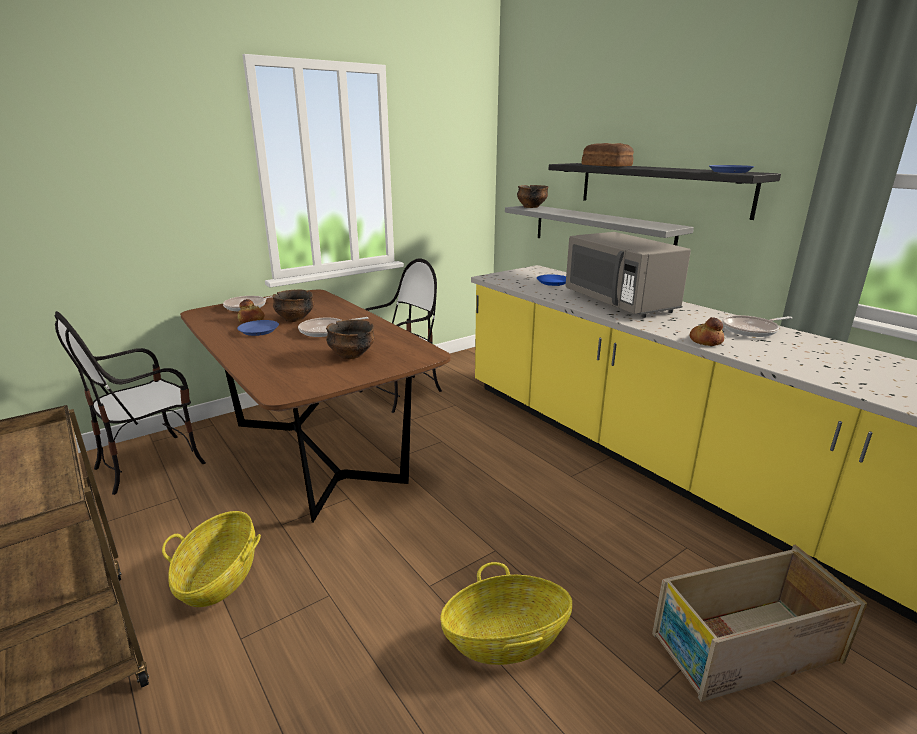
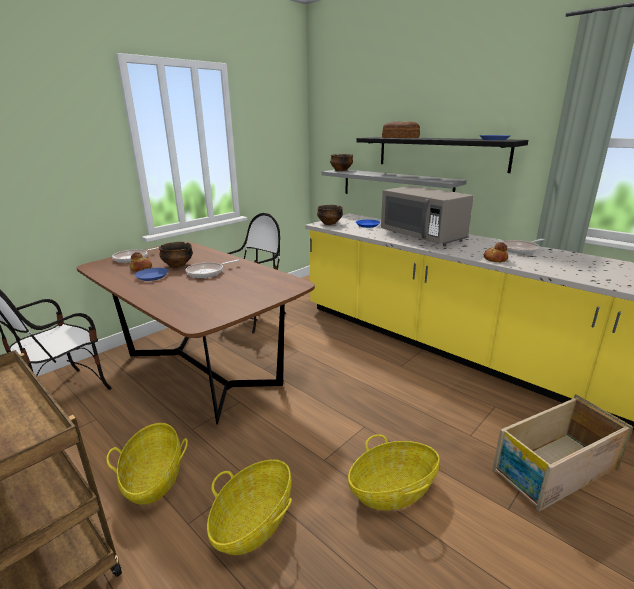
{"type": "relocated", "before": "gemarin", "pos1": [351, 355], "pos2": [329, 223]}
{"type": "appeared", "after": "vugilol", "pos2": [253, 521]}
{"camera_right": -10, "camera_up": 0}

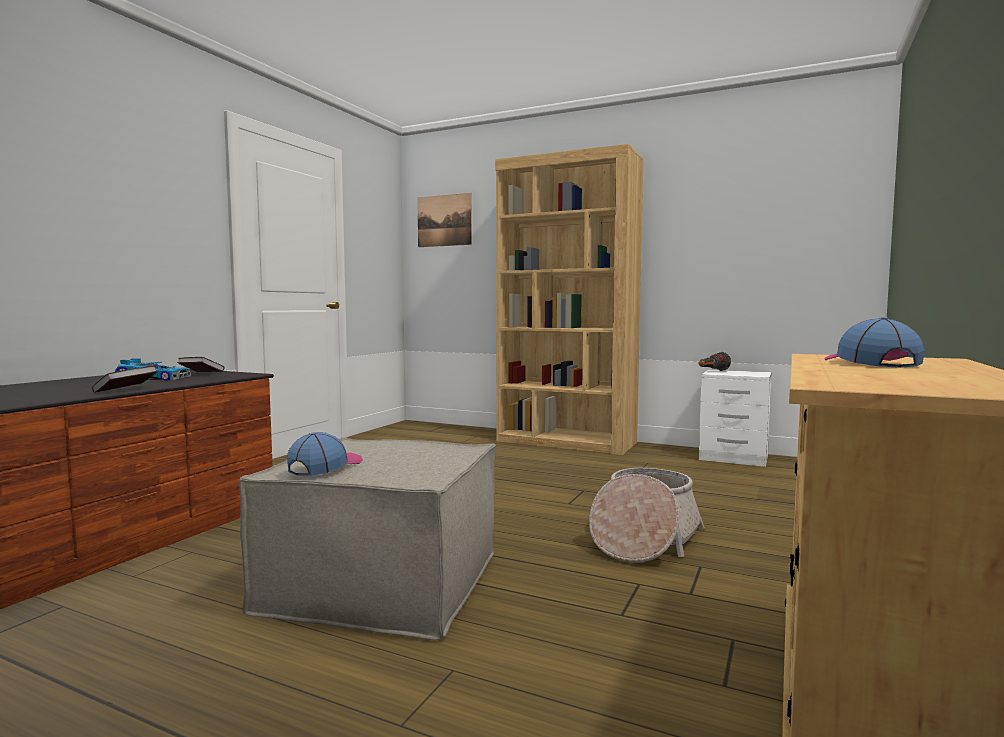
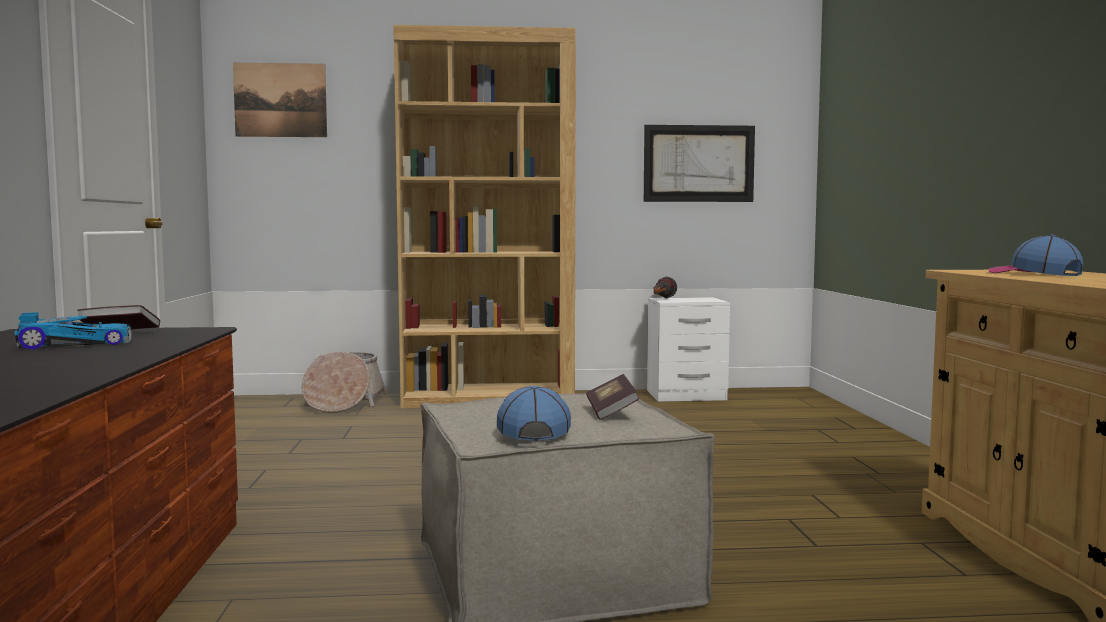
{"type": "relocated", "before": "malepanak", "pos1": [126, 390], "pos2": [611, 412]}
{"type": "relocated", "before": "vugilol", "pos1": [644, 539], "pos2": [343, 403]}
{"type": "appeared", "after": "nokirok", "pos2": [699, 163]}
{"camera_right": -30, "camera_up": 0}

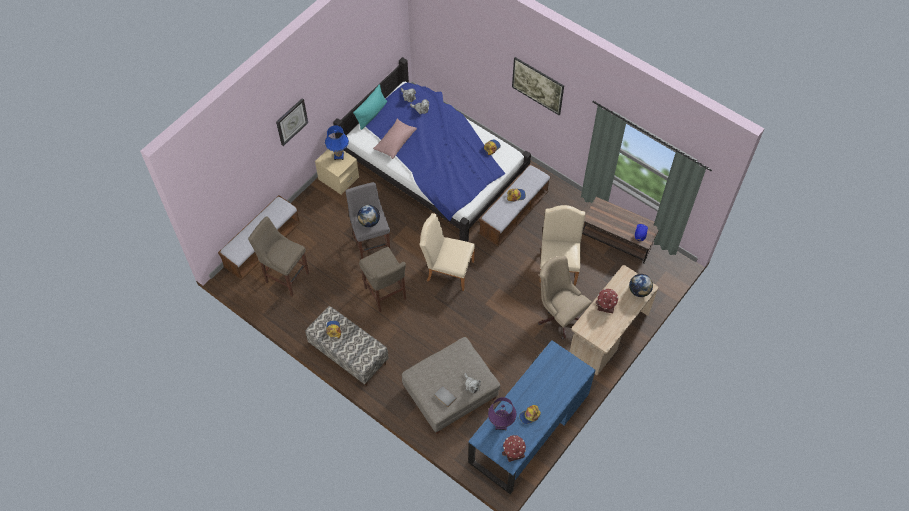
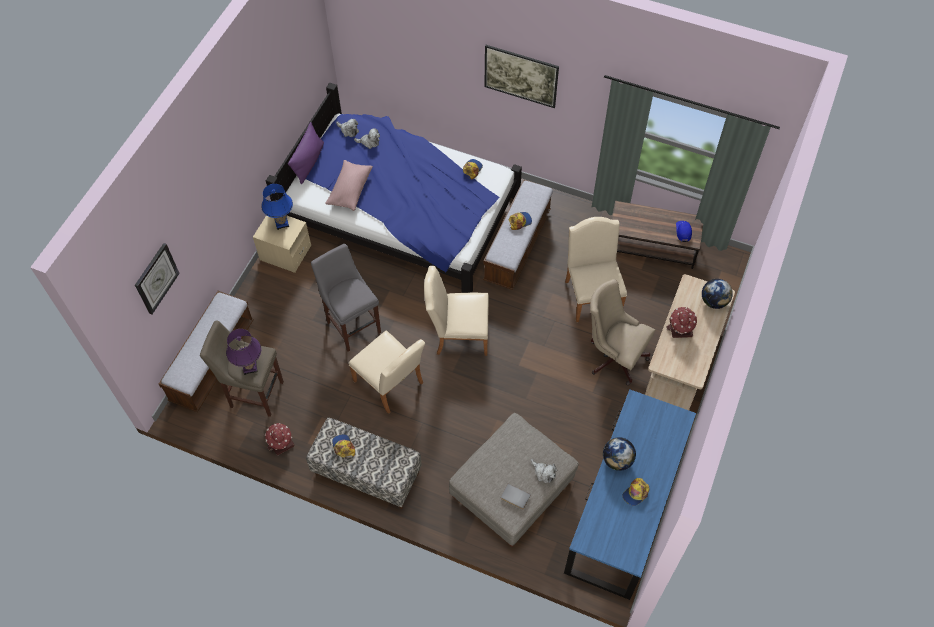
{"type": "colour", "before": "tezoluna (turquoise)", "after": "tezoluna (purple)", "pos1": [371, 114], "pos2": [309, 162]}
{"type": "relocated", "before": "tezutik", "pos1": [291, 121], "pos2": [156, 278]}
{"type": "relocated", "before": "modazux", "pos1": [369, 222], "pos2": [617, 460]}
{"type": "exchanged", "before": "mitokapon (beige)", "after": "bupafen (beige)", "pos1": [386, 295], "pos2": [391, 385]}
{"type": "relocated", "before": "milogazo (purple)", "pos1": [501, 424], "pos2": [250, 367]}
{"type": "relocated", "before": "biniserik", "pos1": [513, 451], "pos2": [281, 443]}
{"camera_right": -15, "camera_up": 0}

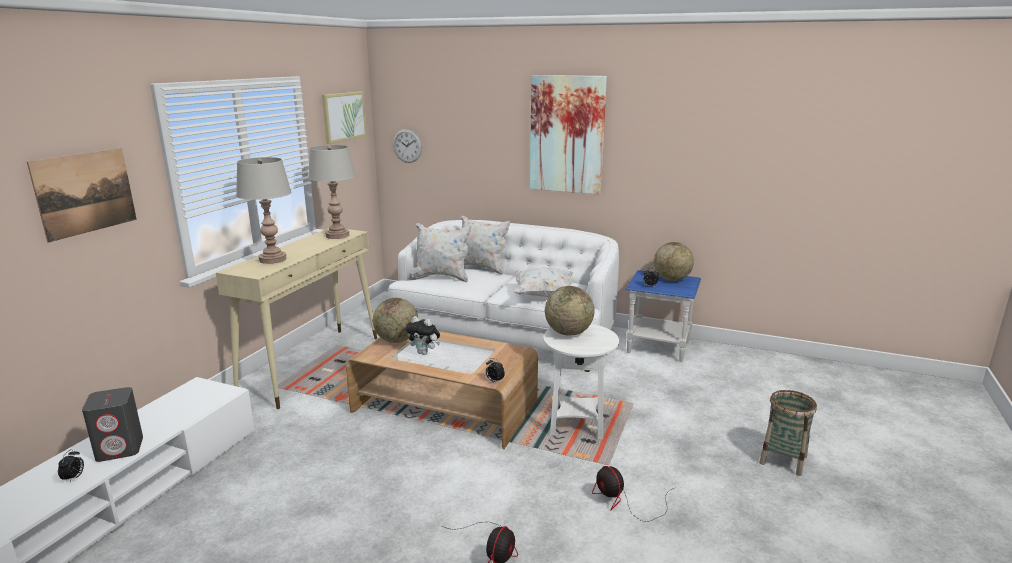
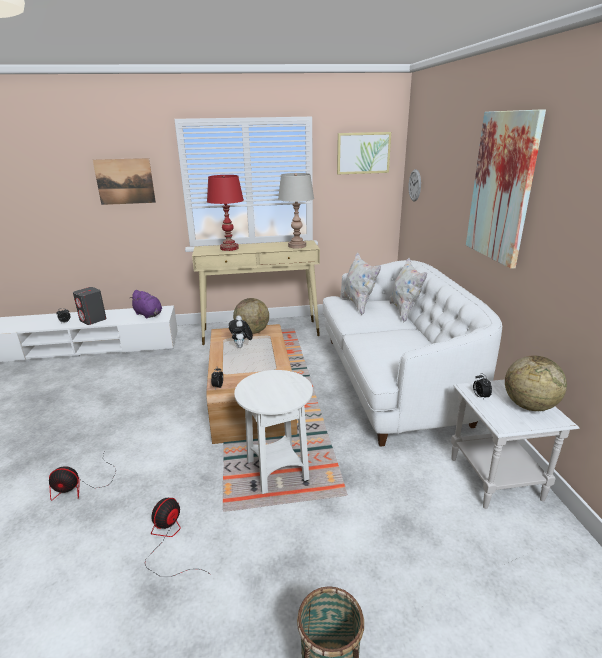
{"type": "colour", "before": "milogazo (grey)", "after": "milogazo (red)", "pos1": [272, 259], "pos2": [229, 248]}
{"type": "missing", "before": "tezoluna (white)", "pos1": [543, 295]}
{"type": "colour", "before": "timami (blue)", "after": "timami (white)", "pos1": [659, 347], "pos2": [496, 479]}
{"type": "missing", "before": "modazux", "pos1": [568, 333]}
{"type": "appeared", "after": "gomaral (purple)", "pos2": [149, 315]}
{"camera_right": 60, "camera_up": 5}

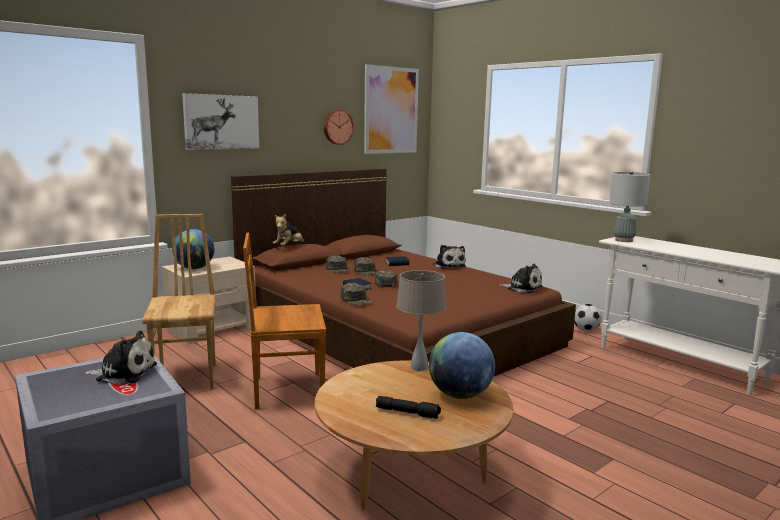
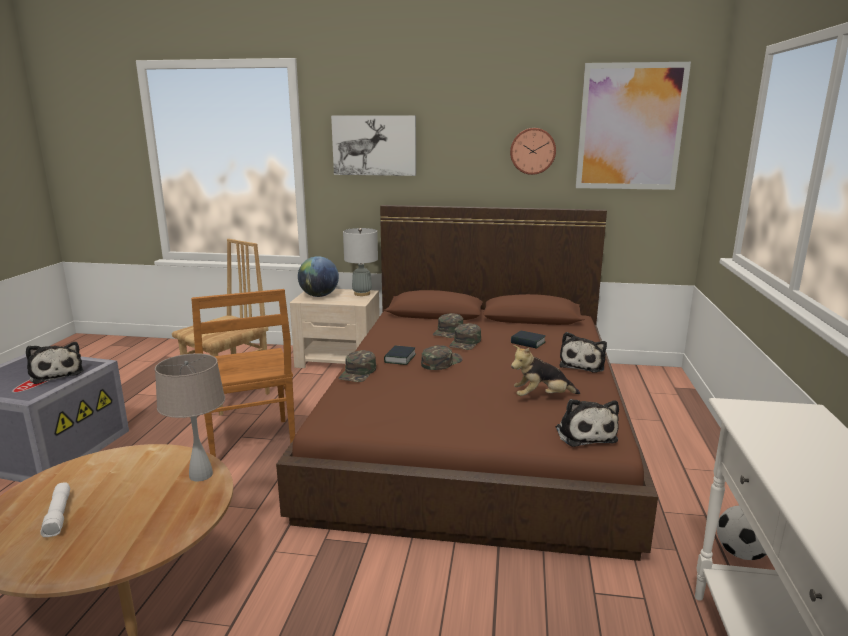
{"type": "relocated", "before": "milogazo (grey)", "pos1": [624, 240], "pos2": [362, 294]}
{"type": "relocated", "before": "gomaral", "pos1": [289, 247], "pos2": [541, 397]}
{"type": "spun", "before": "bupafen (brown)", "pos1": [286, 390], "pos2": [251, 443], "turn": -150}
{"type": "missing", "before": "modazux", "pos1": [460, 395]}
{"type": "colour", "before": "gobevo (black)", "after": "gobevo (white)", "pos1": [408, 413], "pos2": [59, 515]}
{"camera_right": 50, "camera_up": 5}

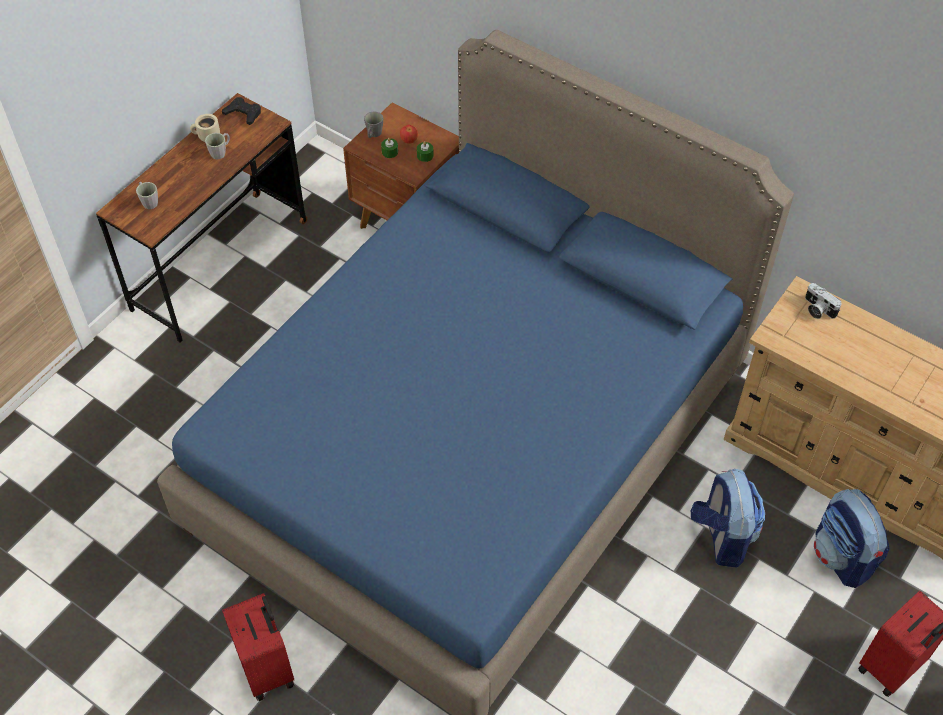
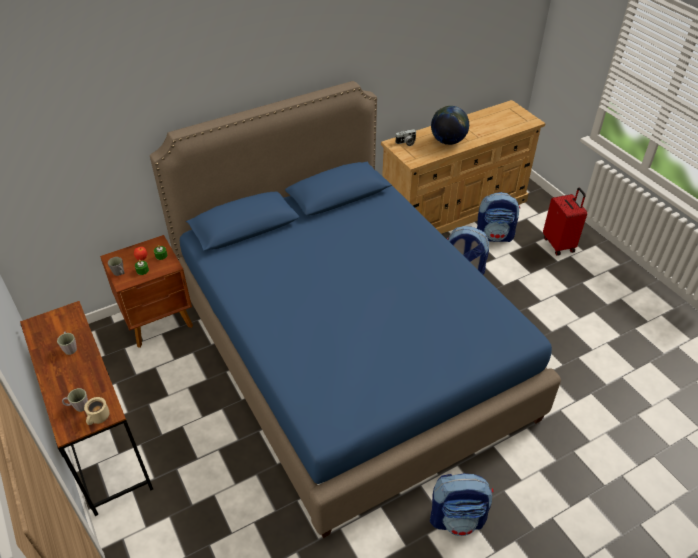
{"type": "missing", "before": "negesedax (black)", "pos1": [243, 113]}
{"type": "relocated", "before": "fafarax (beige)", "pos1": [207, 137], "pos2": [99, 418]}
{"type": "exchanged", "before": "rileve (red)", "after": "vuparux", "pos1": [268, 668], "pos2": [457, 518]}
{"type": "appeared", "after": "modazux", "pos2": [448, 141]}
{"camera_right": -65, "camera_up": -10}

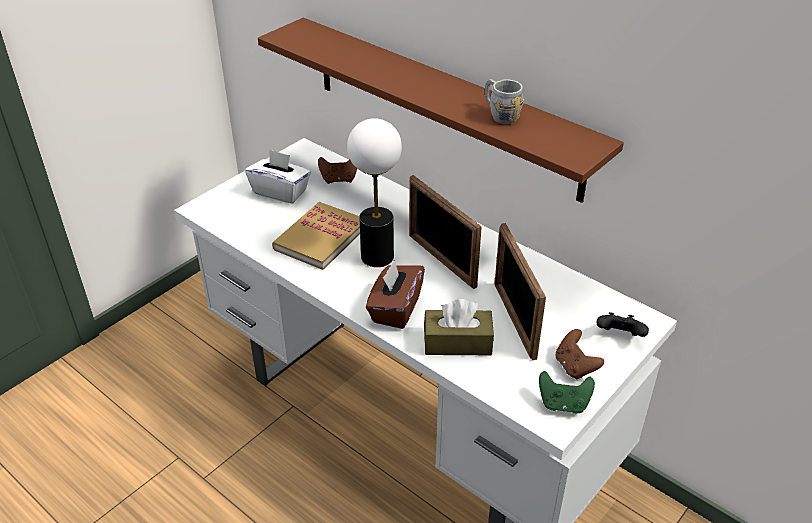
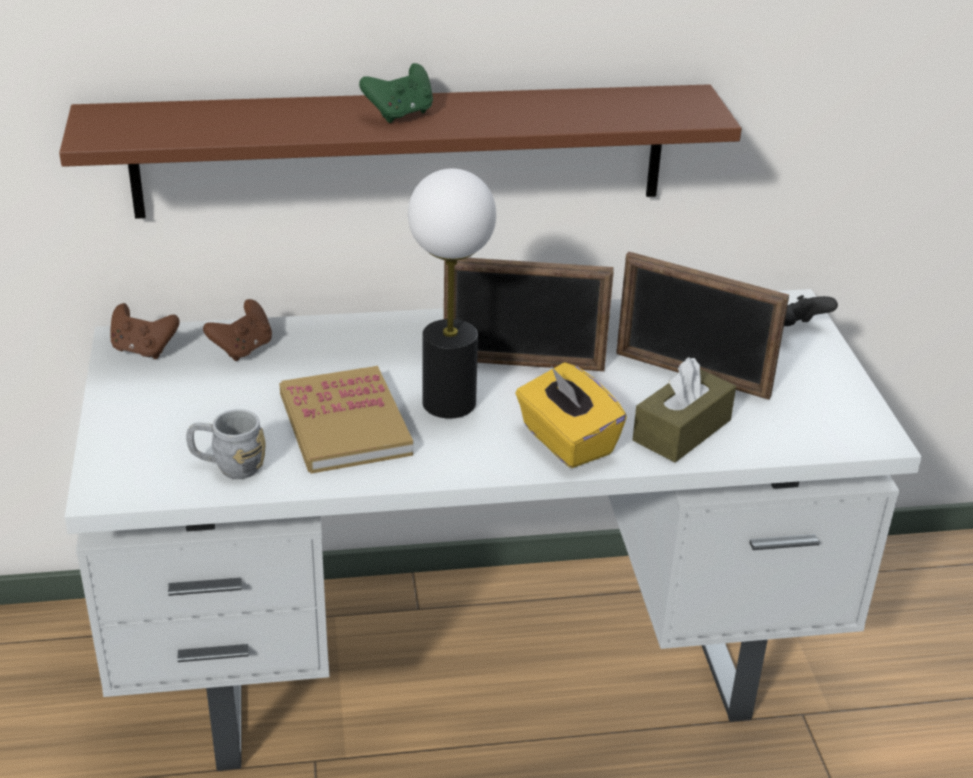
{"type": "relocated", "before": "fafarax (grey)", "pos1": [500, 115], "pos2": [228, 466]}
{"type": "missing", "before": "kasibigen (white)", "pos1": [280, 192]}
{"type": "colour", "before": "kasibigen (brown)", "after": "kasibigen (yellow)", "pos1": [395, 309], "pos2": [566, 441]}
{"type": "relocated", "before": "negesedax (brown)", "pos1": [575, 367], "pos2": [143, 350]}
{"type": "relocated", "before": "negesedax (green)", "pos1": [563, 404], "pos2": [400, 114]}
{"camera_right": -50, "camera_up": -5}

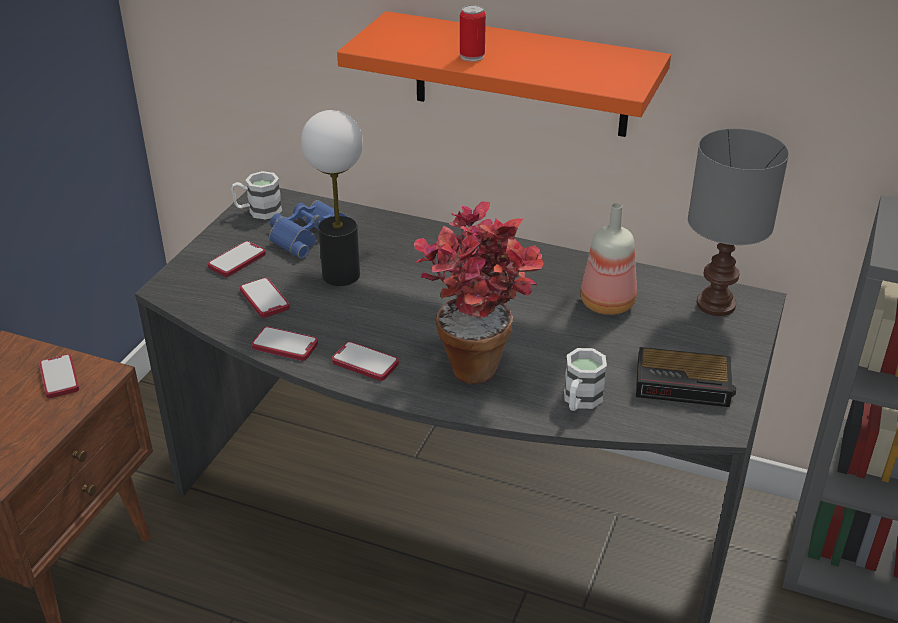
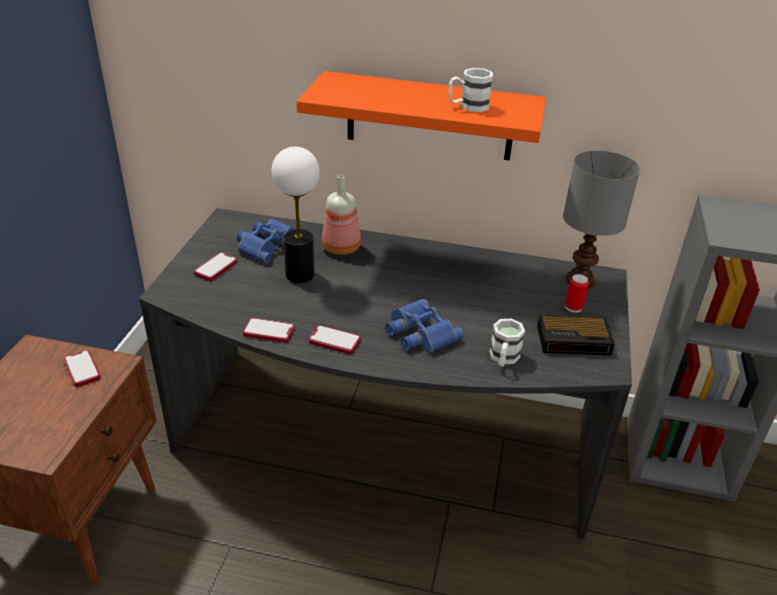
{"type": "relocated", "before": "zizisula", "pos1": [472, 56], "pos2": [573, 307]}
{"type": "relocated", "before": "fafarax (white)", "pos1": [258, 211], "pos2": [468, 106]}
{"type": "exchanged", "before": "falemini", "after": "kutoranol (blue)", "pos1": [477, 360], "pos2": [419, 333]}
{"type": "relocated", "before": "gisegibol", "pos1": [608, 303], "pos2": [342, 247]}
{"type": "missing", "before": "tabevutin", "pos1": [264, 299]}
{"camera_right": -10, "camera_up": 0}

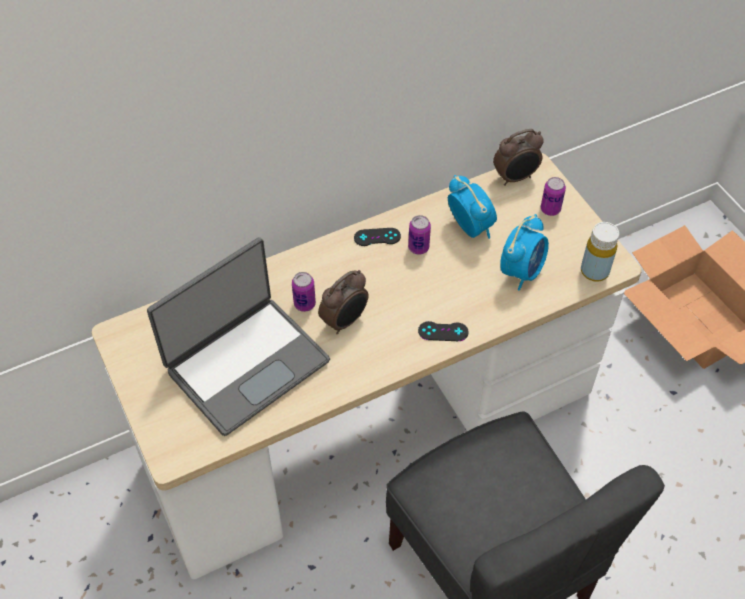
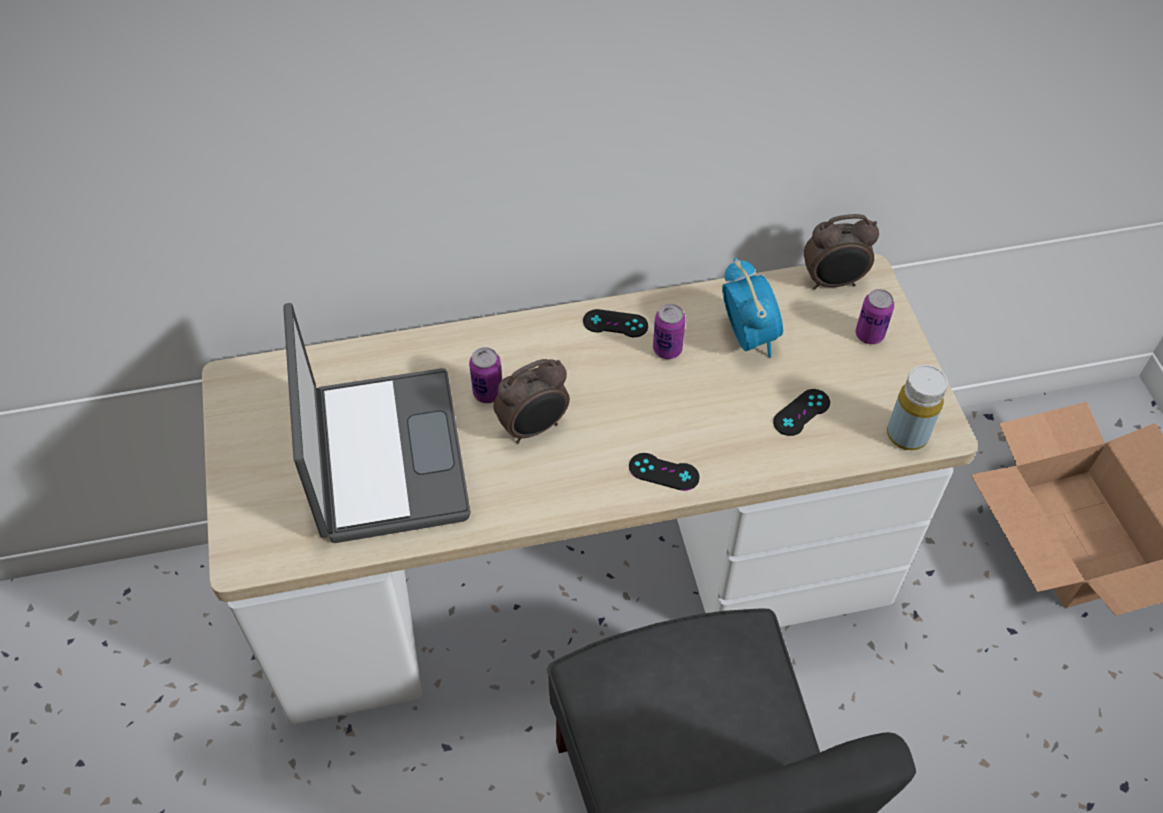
{"type": "exchanged", "before": "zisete", "after": "negesedax (black)", "pos1": [521, 271], "pos2": [801, 412]}
{"type": "spun", "before": "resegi", "pos1": [246, 364], "pos2": [383, 456], "turn": -75}
{"camera_right": 15, "camera_up": 0}

